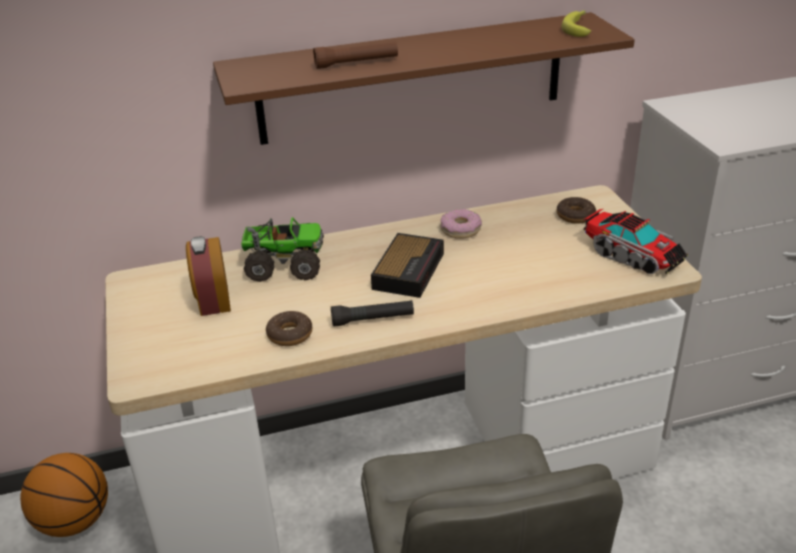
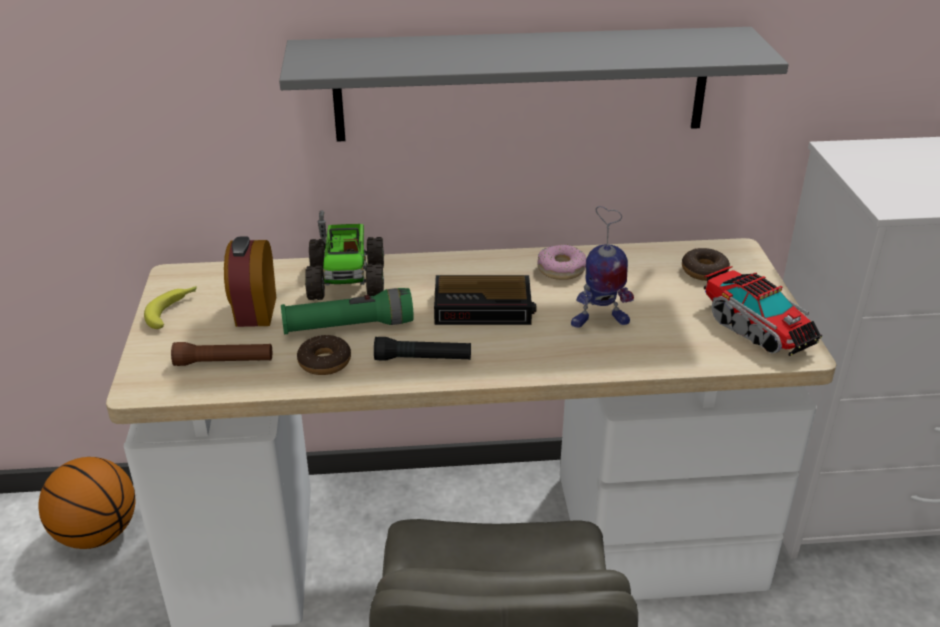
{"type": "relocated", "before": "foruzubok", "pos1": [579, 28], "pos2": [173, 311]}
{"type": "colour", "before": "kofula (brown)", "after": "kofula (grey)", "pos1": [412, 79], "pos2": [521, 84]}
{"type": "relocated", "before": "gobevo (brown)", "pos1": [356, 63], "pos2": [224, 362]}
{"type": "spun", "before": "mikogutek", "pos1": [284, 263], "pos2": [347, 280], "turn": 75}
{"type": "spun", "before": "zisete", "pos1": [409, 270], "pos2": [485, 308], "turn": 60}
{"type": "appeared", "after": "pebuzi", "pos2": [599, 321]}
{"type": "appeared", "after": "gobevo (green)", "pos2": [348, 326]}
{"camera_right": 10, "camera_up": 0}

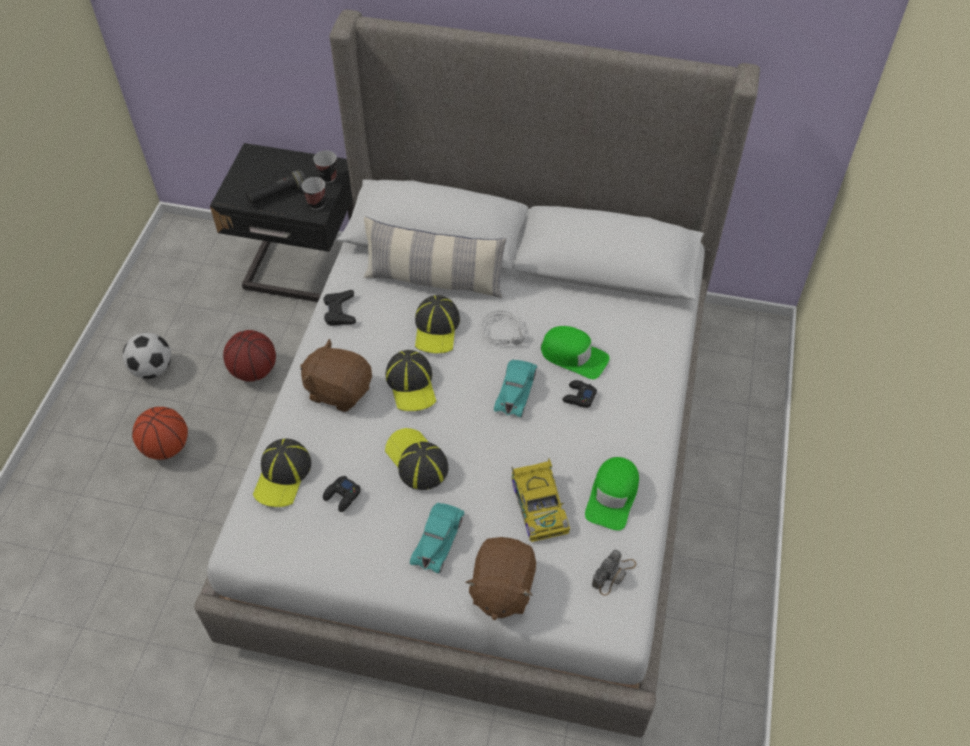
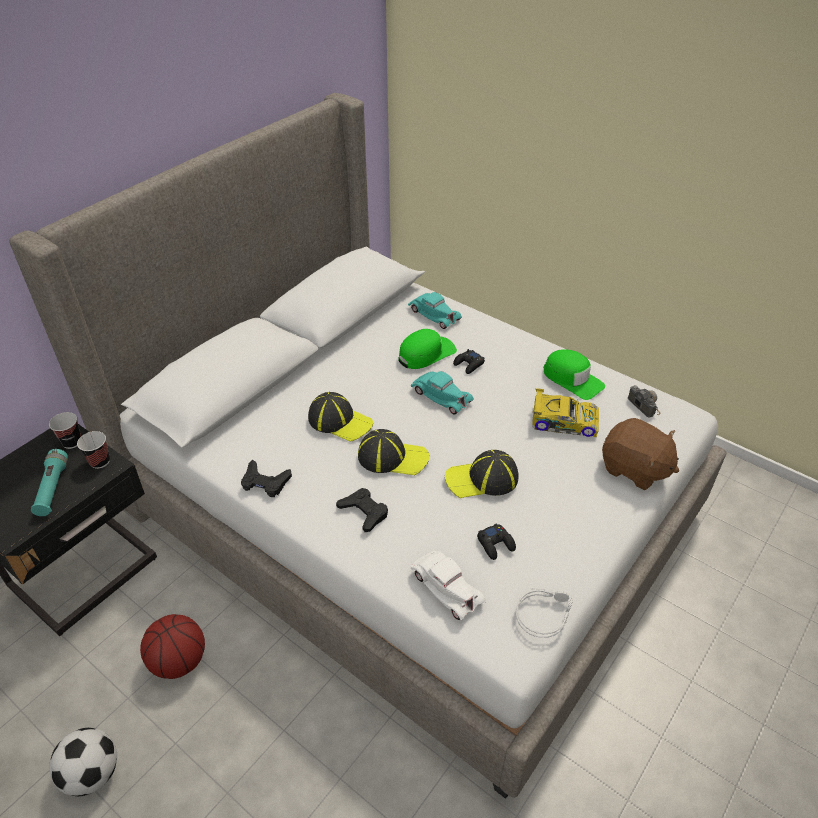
{"type": "colour", "before": "gobevo (black)", "after": "gobevo (turquoise)", "pos1": [278, 194], "pos2": [52, 488]}
{"type": "missing", "before": "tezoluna", "pos1": [434, 280]}
{"type": "relocated", "before": "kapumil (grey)", "pos1": [504, 331], "pos2": [543, 613]}
{"type": "exchanged", "before": "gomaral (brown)", "after": "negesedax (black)", "pos1": [339, 390], "pos2": [364, 512]}
{"type": "missing", "before": "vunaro", "pos1": [166, 447]}
{"type": "exchanged", "before": "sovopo", "after": "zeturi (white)", "pos1": [282, 475], "pos2": [446, 587]}
{"type": "relocated", "before": "zeturi (turquoise)", "pos1": [438, 539], "pos2": [434, 314]}
{"camera_right": -65, "camera_up": -10}

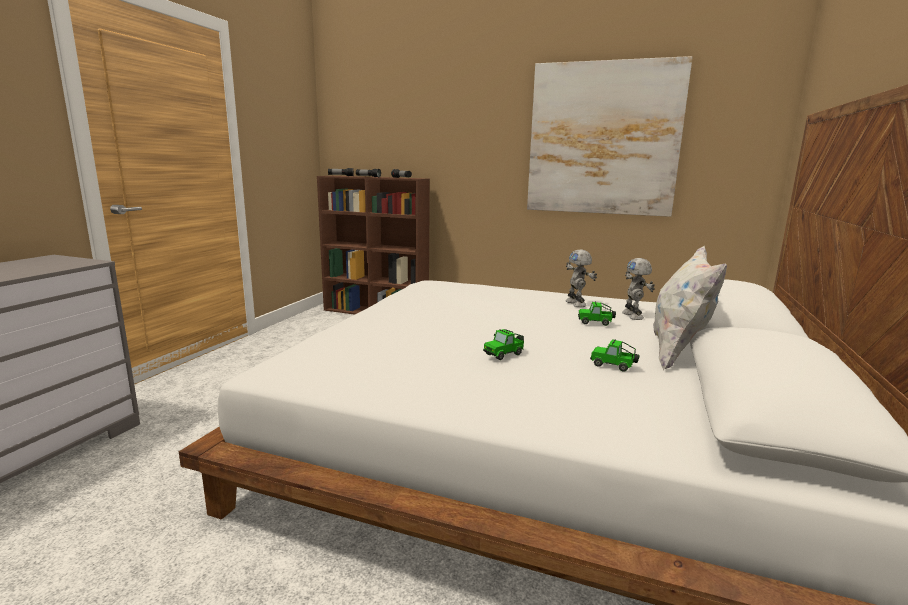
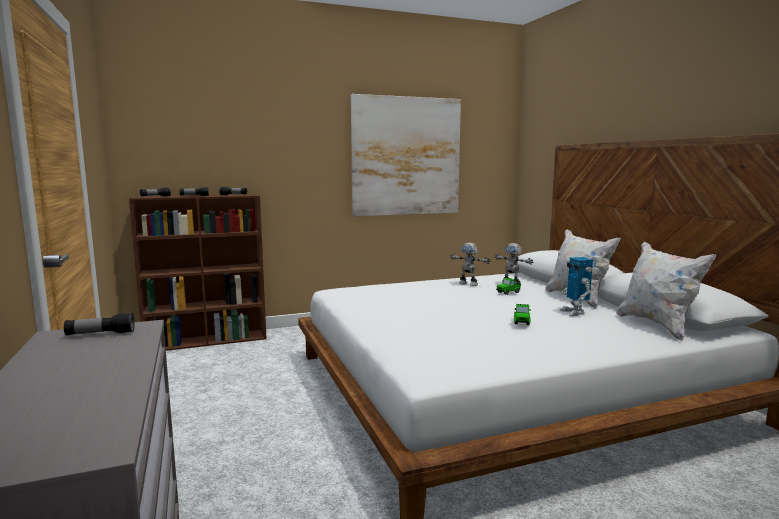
{"type": "exchanged", "before": "zeturi", "after": "pebuzi", "pos1": [614, 366], "pos2": [574, 312]}
{"type": "appeared", "after": "tezoluna (white)", "pos2": [657, 325]}
{"type": "appeared", "after": "gobevo", "pos2": [100, 334]}
{"camera_right": -40, "camera_up": -5}

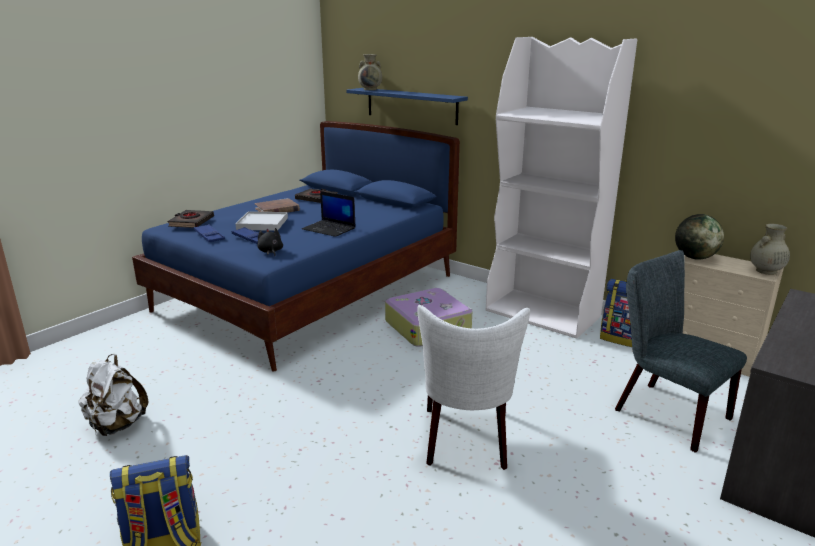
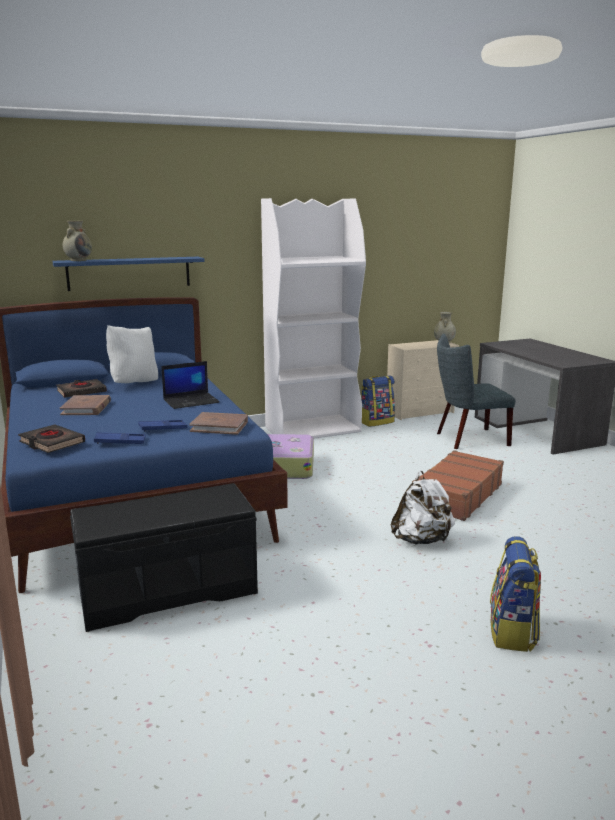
{"type": "missing", "before": "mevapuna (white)", "pos1": [262, 223]}
{"type": "missing", "before": "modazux", "pos1": [694, 258]}
{"type": "exchanged", "before": "gomaral (black)", "after": "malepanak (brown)", "pos1": [270, 251], "pos2": [219, 426]}
{"type": "exchanged", "before": "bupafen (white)", "after": "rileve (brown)", "pos1": [466, 442], "pos2": [456, 495]}
{"type": "relocated", "before": "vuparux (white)", "pos1": [117, 425], "pos2": [422, 540]}
{"type": "appeared", "after": "tezoluna (white)", "pos2": [134, 383]}
{"type": "appeared", "after": "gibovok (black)", "pos2": [168, 591]}
{"camera_right": -60, "camera_up": -5}

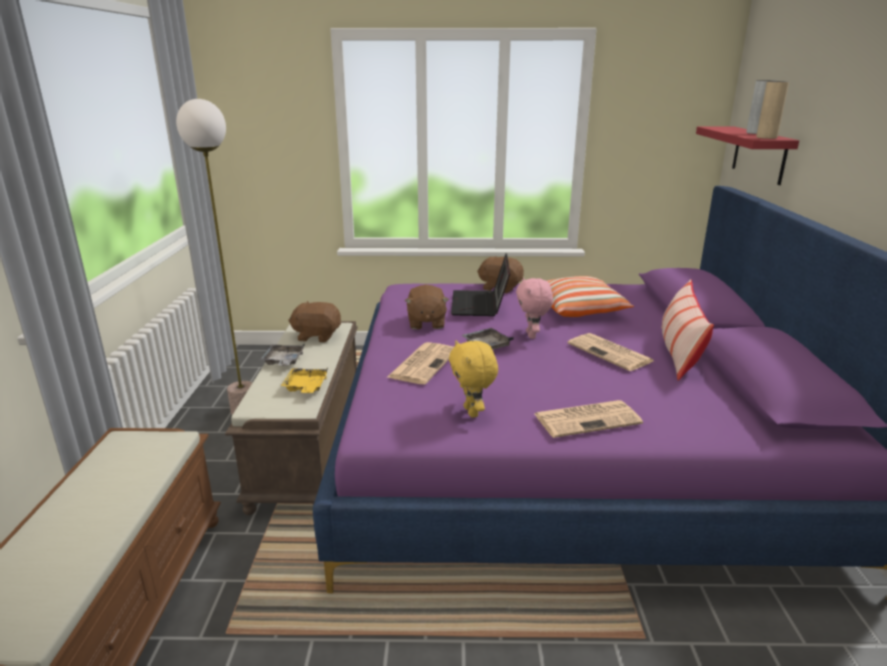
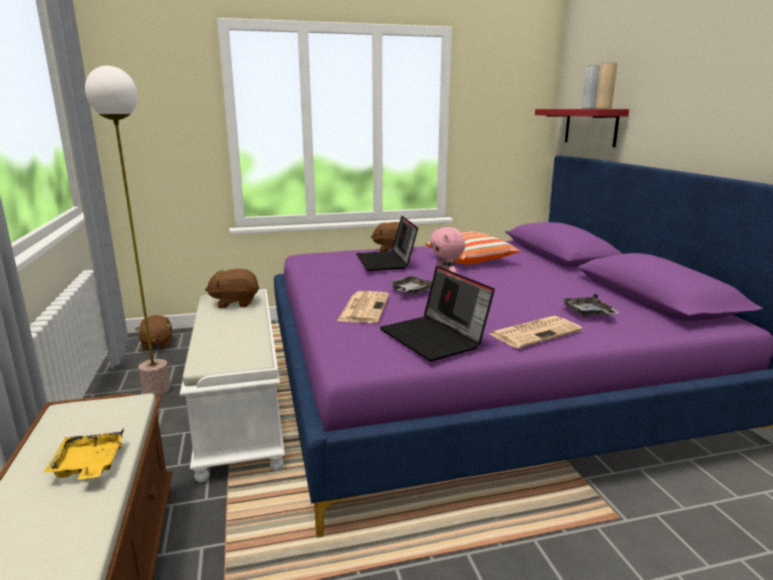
{"type": "missing", "before": "tezoluna", "pos1": [679, 353]}
{"type": "relocated", "before": "gomaral (brown)", "pos1": [426, 323], "pos2": [157, 345]}
{"type": "colour", "before": "gibovok (brown)", "after": "gibovok (white)", "pos1": [311, 445], "pos2": [241, 411]}
{"type": "missing", "before": "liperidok", "pos1": [611, 353]}
{"type": "exchanged", "before": "gomaral (yellow)", "after": "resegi", "pos1": [472, 412], "pos2": [435, 338]}
{"type": "relocated", "before": "mevapuna (grey)", "pos1": [283, 361], "pos2": [588, 313]}
{"type": "relocated", "before": "mevapuna (yellow)", "pos1": [306, 387], "pos2": [88, 465]}
{"camera_right": -15, "camera_up": -5}

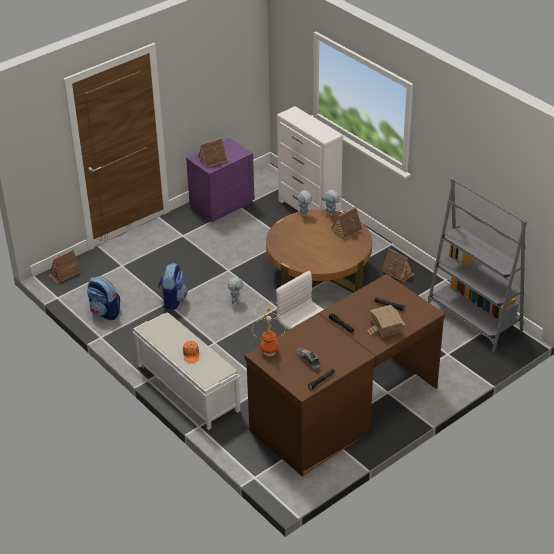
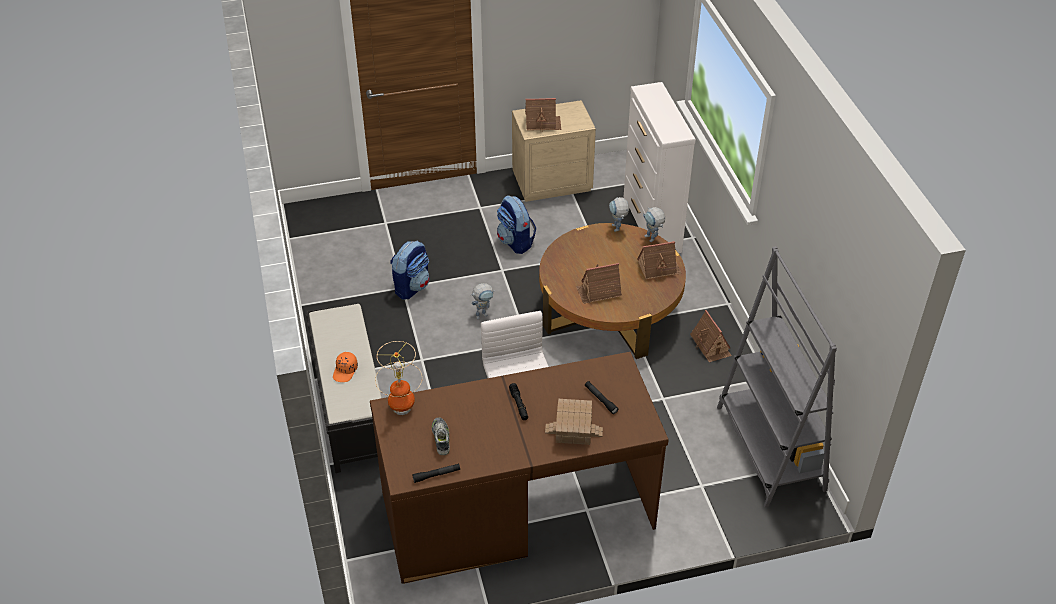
{"type": "colour", "before": "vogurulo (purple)", "after": "vogurulo (beige)", "pos1": [221, 204], "pos2": [552, 182]}
{"type": "relocated", "before": "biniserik", "pos1": [64, 273], "pos2": [598, 291]}
{"type": "relocated", "before": "vuparux", "pos1": [105, 312], "pos2": [515, 242]}
{"type": "colour", "before": "gibovok (white)", "after": "gibovok (black)", "pos1": [187, 387], "pos2": [350, 407]}
{"camera_right": 25, "camera_up": 5}

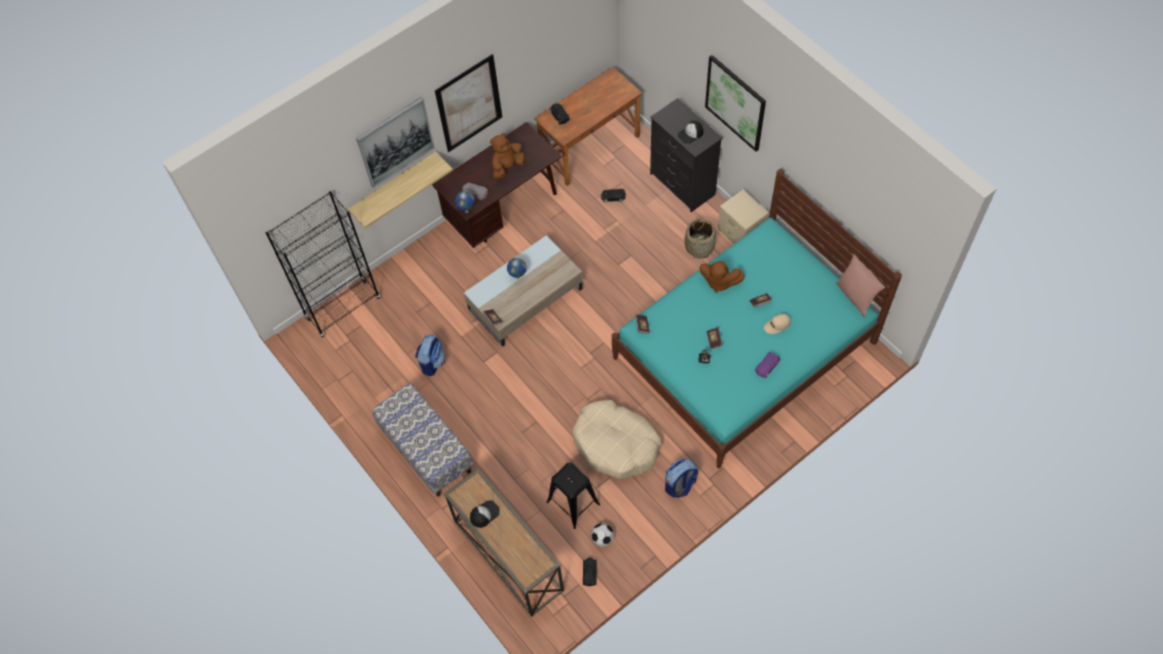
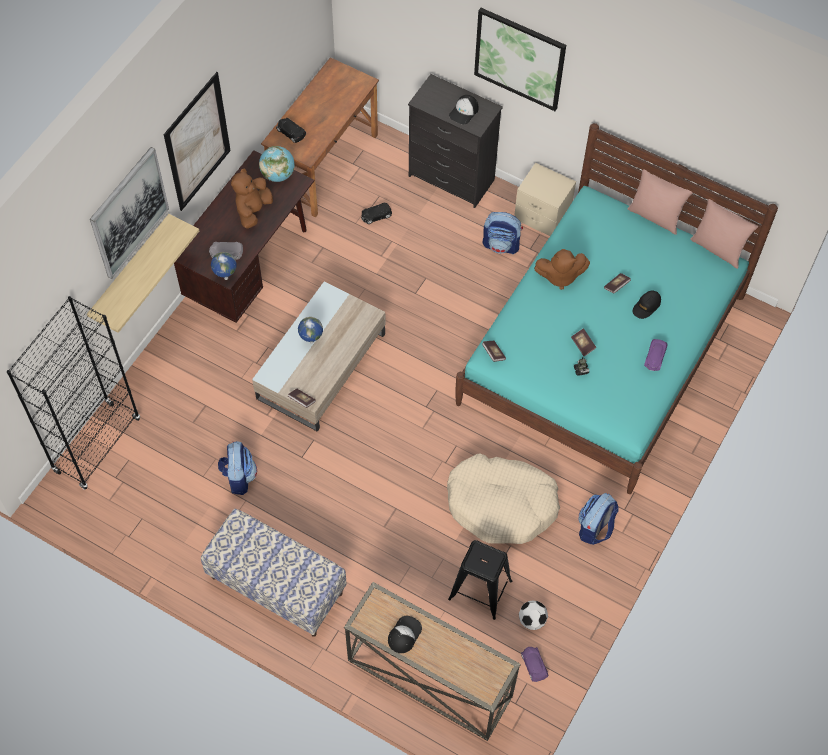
{"type": "exchanged", "before": "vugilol", "after": "vuparux", "pos1": [699, 246], "pos2": [501, 245]}
{"type": "colour", "before": "sovopo (beige)", "after": "sovopo (black)", "pos1": [777, 325], "pos2": [646, 306]}
{"type": "colour", "before": "zeturi (black)", "after": "zeturi (purple)", "pos1": [589, 572], "pos2": [534, 665]}
{"type": "appeared", "after": "modazux", "pos2": [278, 174]}
{"type": "appeared", "after": "tezoluna (pink)", "pos2": [655, 216]}
{"camera_right": -25, "camera_up": 0}

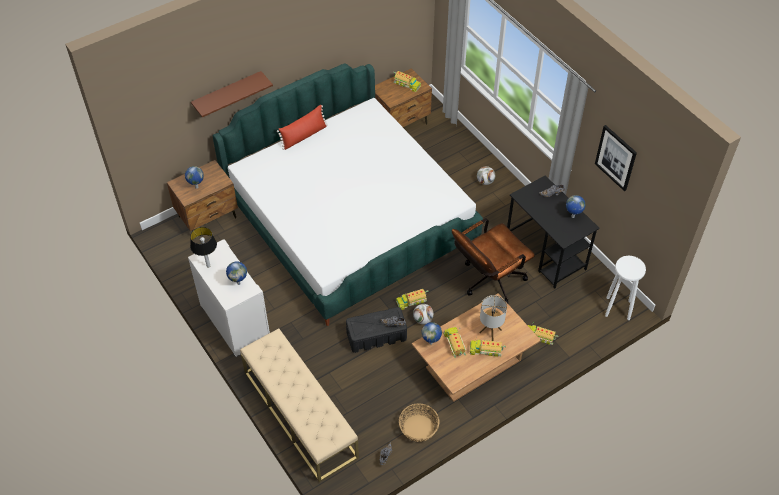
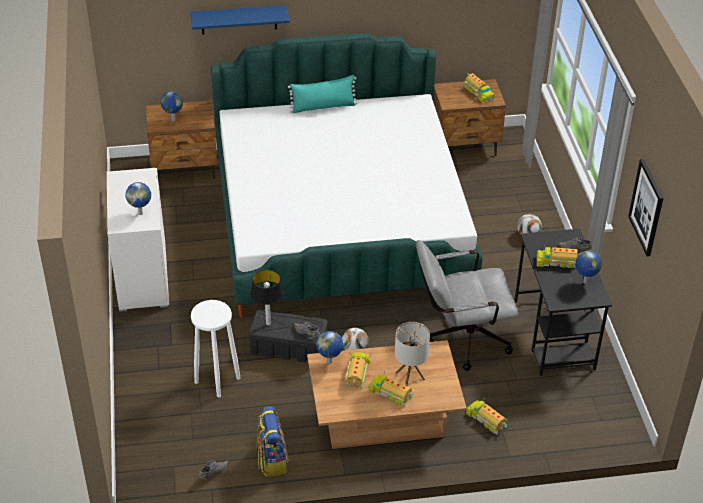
{"type": "colour", "before": "kofula (brown)", "after": "kofula (blue)", "pos1": [227, 94], "pos2": [239, 19]}
{"type": "colour", "before": "tezoluna (red)", "after": "tezoluna (turquoise)", "pos1": [304, 136], "pos2": [323, 107]}
{"type": "colour", "before": "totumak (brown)", "after": "totumak (grey)", "pos1": [488, 282], "pos2": [460, 339]}
{"type": "relocated", "before": "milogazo", "pos1": [208, 265], "pos2": [268, 323]}
{"type": "relocated", "before": "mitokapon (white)", "pos1": [618, 308], "pos2": [217, 380]}
{"type": "relocated", "before": "mikogutek", "pos1": [411, 301], "pos2": [557, 261]}
{"type": "missing", "before": "gibovok (beige)", "pos1": [299, 414]}
{"type": "exchanged", "before": "vugilol", "after": "vuparux", "pos1": [418, 428], "pos2": [271, 460]}
{"camera_right": 25, "camera_up": -10}

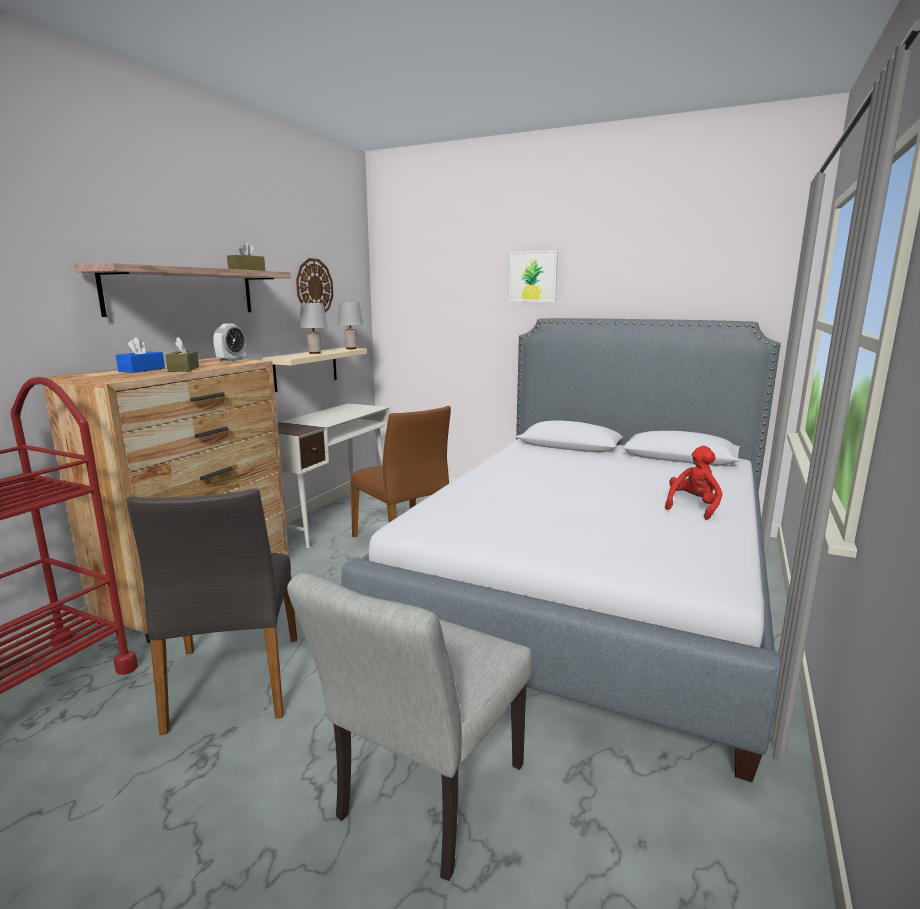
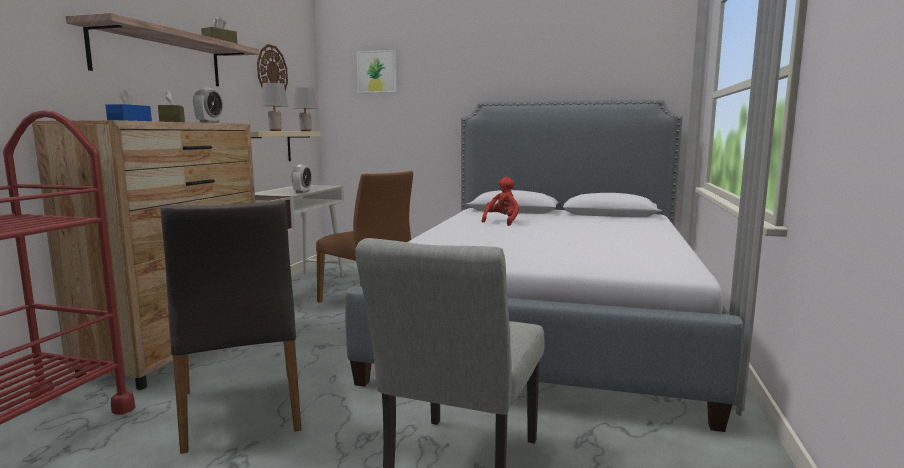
{"type": "relocated", "before": "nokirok", "pos1": [533, 276], "pos2": [376, 72]}
{"type": "relocated", "before": "gomaral (red)", "pos1": [693, 507], "pos2": [502, 222]}
{"type": "appeared", "after": "zisete", "pos2": [302, 192]}
{"camera_right": -10, "camera_up": -5}

